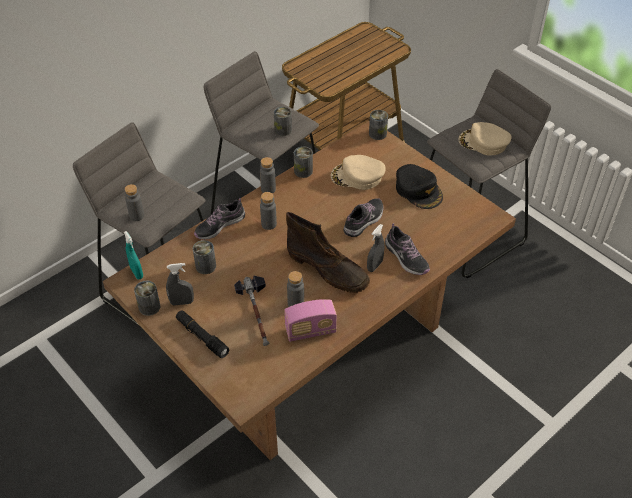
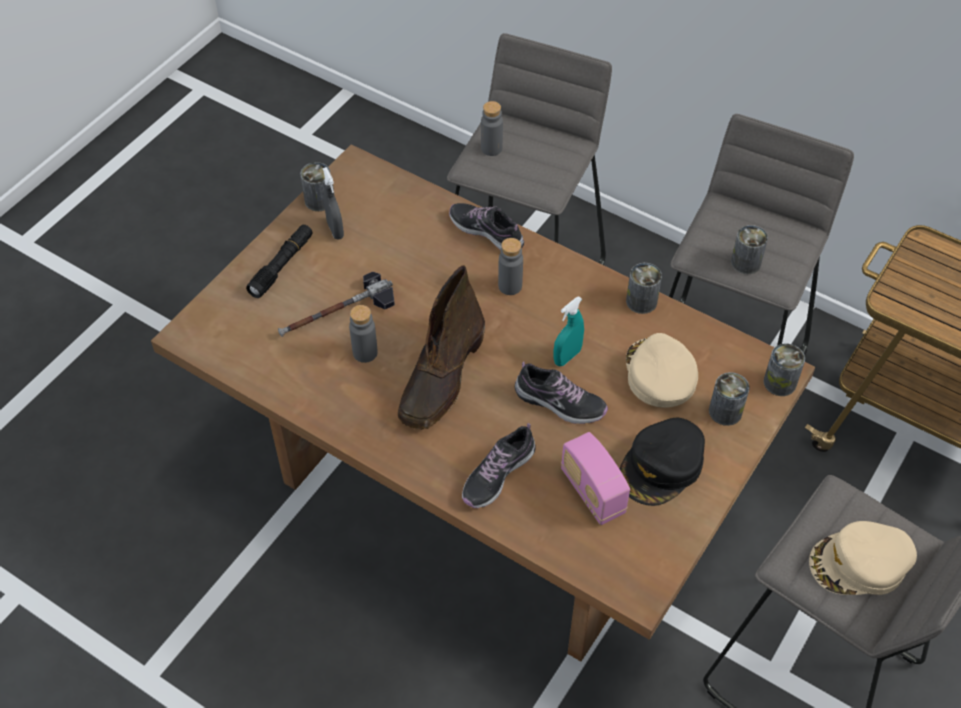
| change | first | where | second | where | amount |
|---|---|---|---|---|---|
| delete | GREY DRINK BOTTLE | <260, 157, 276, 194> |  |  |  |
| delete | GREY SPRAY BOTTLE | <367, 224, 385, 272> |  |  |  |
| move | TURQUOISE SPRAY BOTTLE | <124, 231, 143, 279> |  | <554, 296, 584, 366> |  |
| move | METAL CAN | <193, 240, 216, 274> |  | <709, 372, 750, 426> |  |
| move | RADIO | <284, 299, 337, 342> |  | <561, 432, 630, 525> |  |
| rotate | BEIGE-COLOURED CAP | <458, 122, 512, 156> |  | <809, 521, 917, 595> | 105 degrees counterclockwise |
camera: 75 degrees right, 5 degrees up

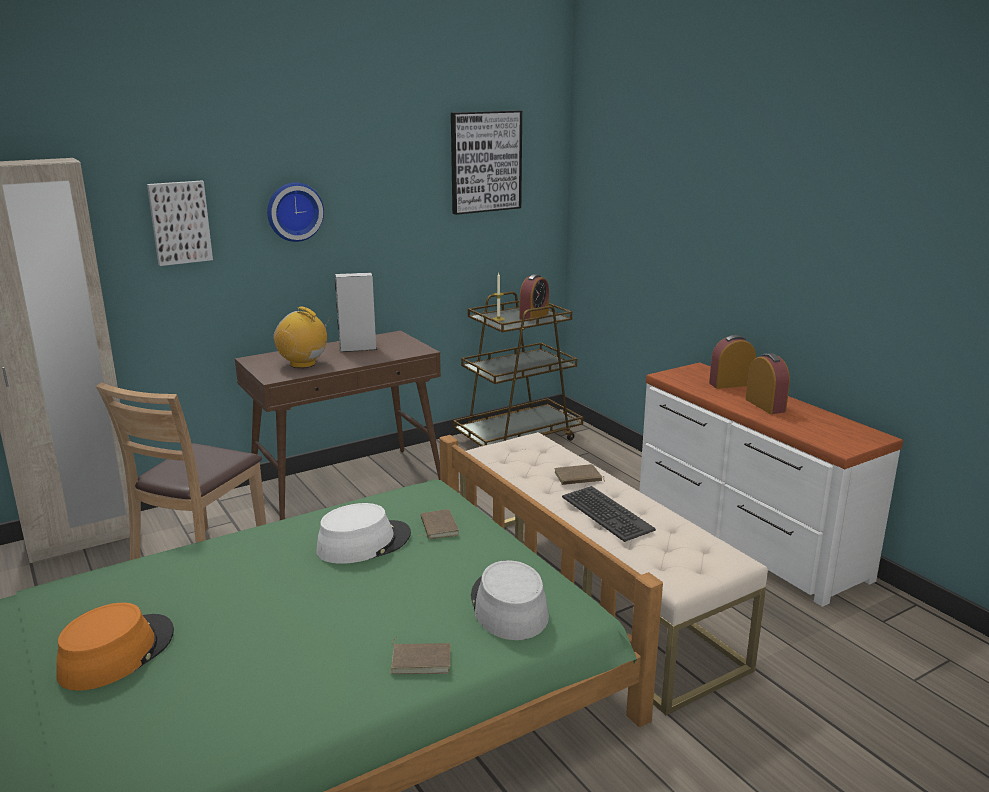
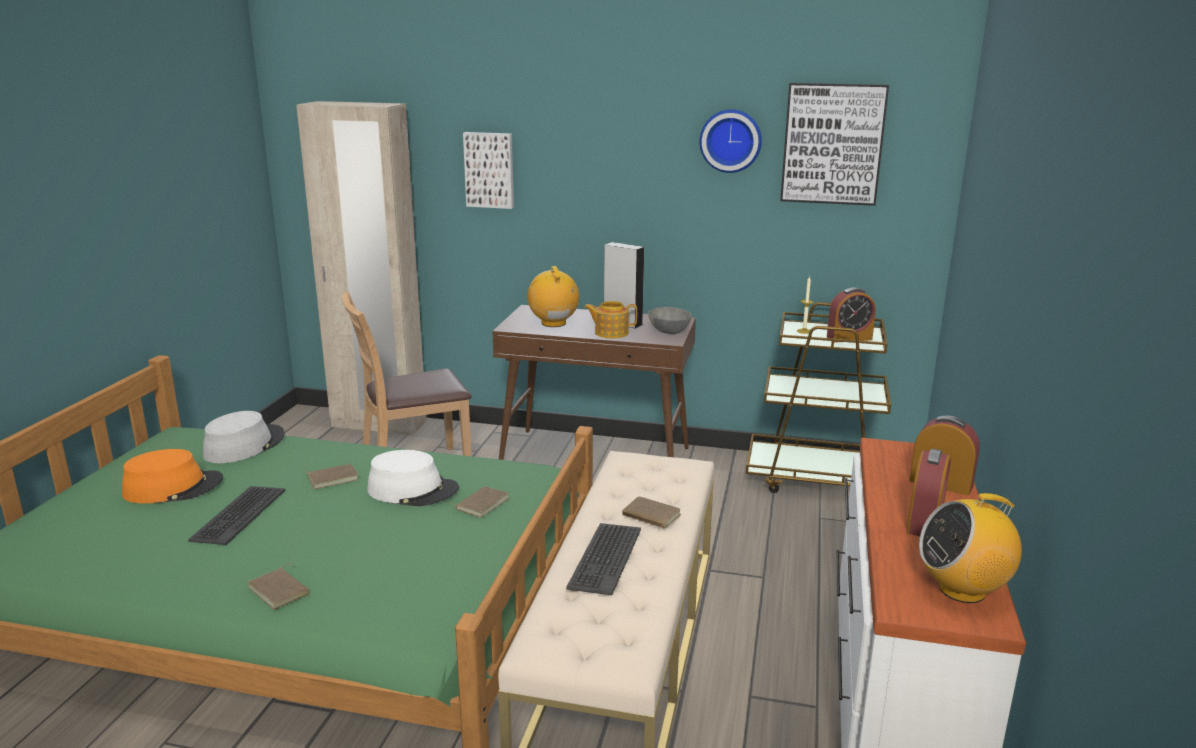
| change | first | where | second | where | amount |
|---|---|---|---|---|---|
| insert |  |  | COMPUTER KEYBOARD | <188, 486, 285, 545> |  |
| insert |  |  | BROWN VOLUME | <305, 464, 358, 489> |  |
| insert |  |  | POT FOR TEA | <584, 301, 637, 338> |  |
| insert |  |  | GREY DEEP DISH | <648, 307, 692, 334> |  |
| insert |  |  | RADIO | <919, 493, 1022, 603> |  |
| move | HANGING CLOCK | <267, 182, 324, 242> |  | <700, 109, 762, 173> |  |
| move | GREY WEARABLE HAT | <471, 560, 549, 640> |  | <203, 411, 285, 463> |  |
camera: 45 degrees right, 0 degrees up

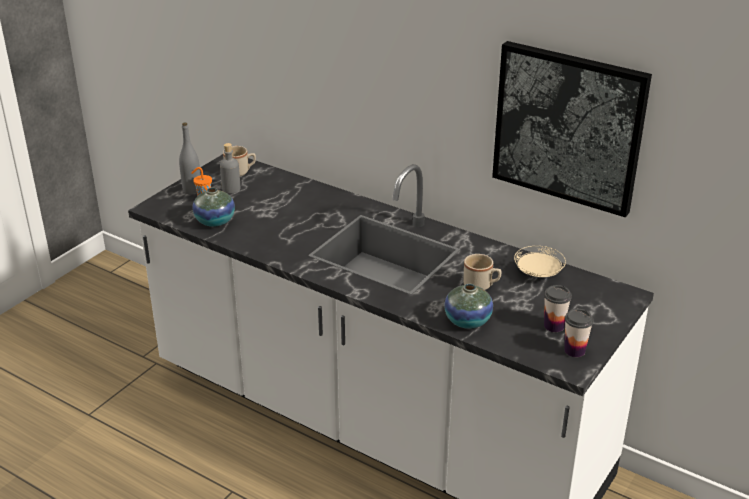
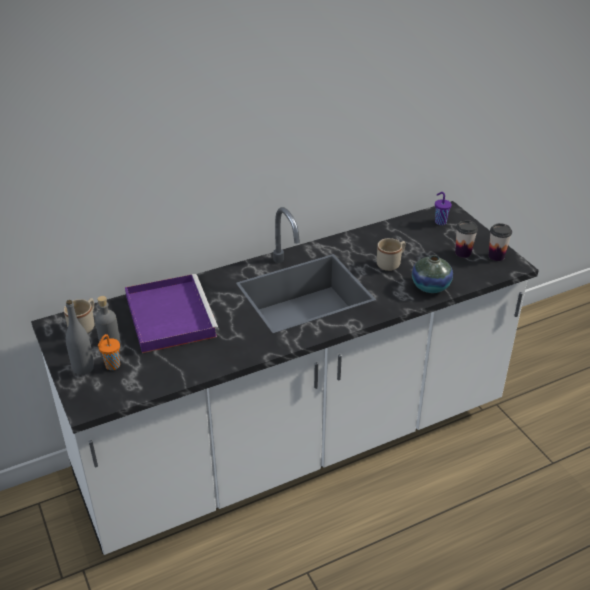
| change | first | where | second | where | amount |
|---|---|---|---|---|---|
| delete | FLOWER VASE | <193, 188, 235, 227> |  |  |  |
| delete | PICTURE | <492, 41, 652, 217> |  |  |  |
| delete | BEIGE-COLOURED FLAT DISH | <514, 246, 566, 277> |  |  |  |
| insert |  |  | PURPLE-COLOURED TRAY | <125, 274, 219, 353> |  |
| insert |  |  | PURPLE-COLOURED CUP | <435, 192, 452, 225> |  |
camera: 60 degrees left, 5 degrees up

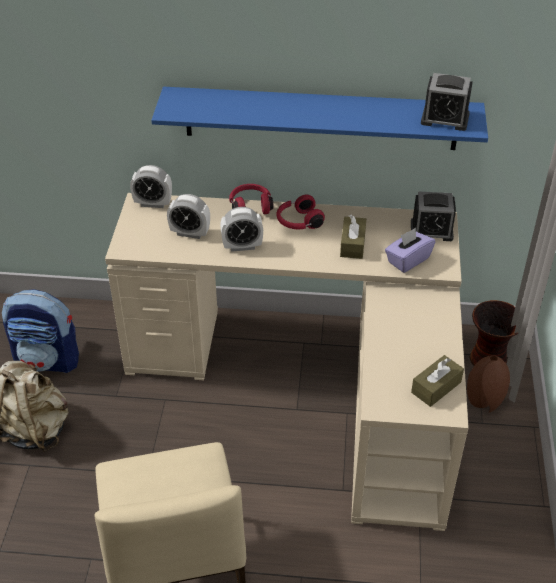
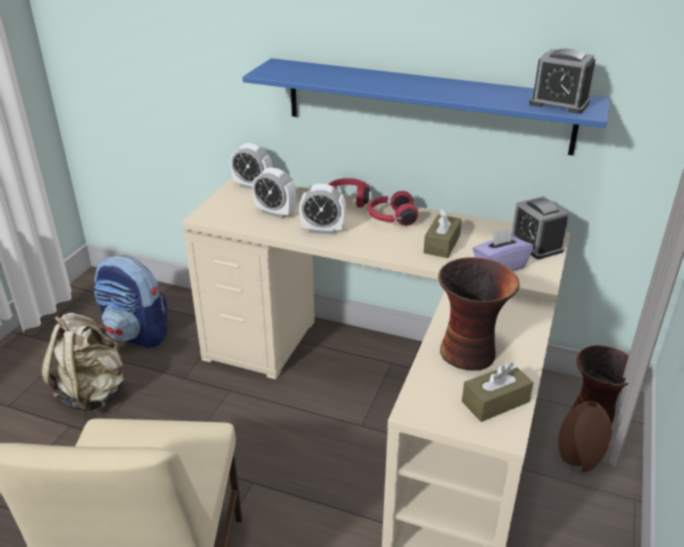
| change | first | where | second | where | amount |
|---|---|---|---|---|---|
| insert |  |  | FLOWER VASE | <438, 257, 520, 371> |  |
| rotate | BEDSIDE CLOCK | <411, 191, 456, 241> |  | <511, 196, 569, 259> | 45 degrees clockwise |
camera: 15 degrees right, 10 degrees down

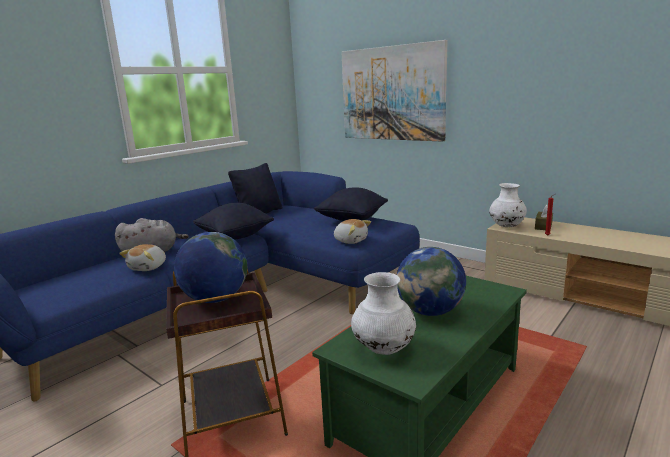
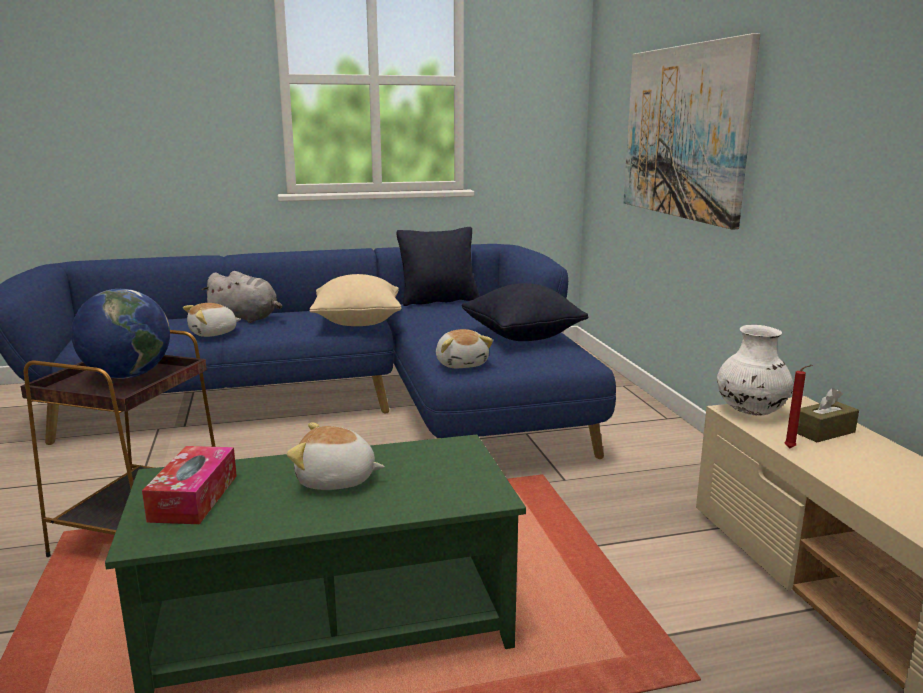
| change | first | where | second | where | amount |
|---|---|---|---|---|---|
| replace | WHITISH FLOWER VASE | <351, 272, 416, 355> | TISSUE HOLDER | <142, 446, 237, 524> |  |
| replace | GLOBE | <397, 247, 466, 316> | PLUSH TOY | <287, 422, 385, 490> |  |
| recolor | BLACK-COLOURED THROW PILLOW | <193, 203, 274, 240> | BEIGE-COLOURED THROW PILLOW | <309, 274, 402, 326> |  |
camera: 35 degrees right, 0 degrees up

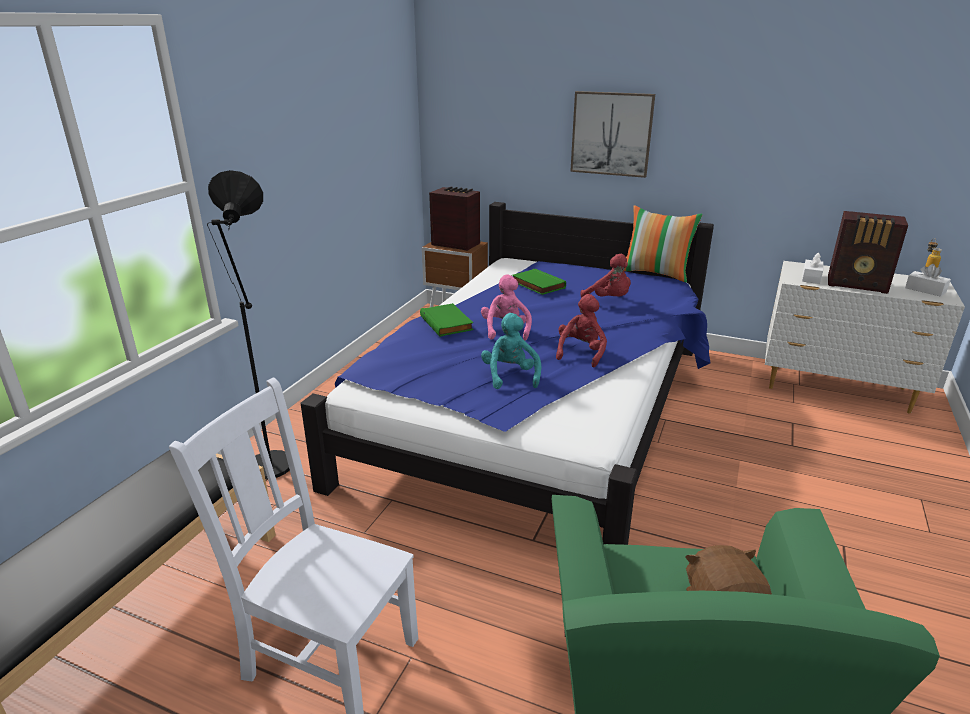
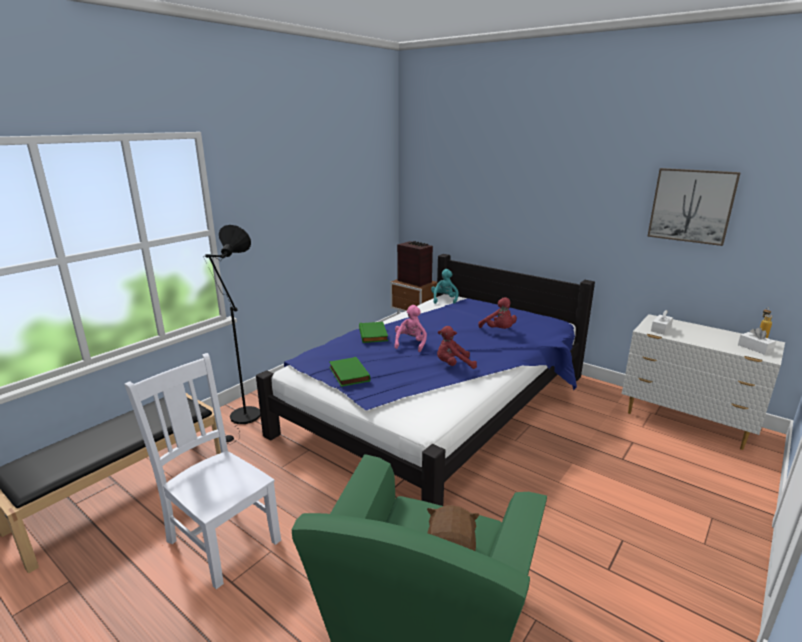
| change | first | where | second | where | amount |
|---|---|---|---|---|---|
| delete | THROW PILLOW | <623, 205, 703, 283> |  |  |  |
| delete | RADIO | <828, 211, 908, 294> |  |  |  |
| move | TURQUOISE PLUSH TOY | <481, 313, 541, 389> |  | <431, 269, 459, 304> |  |
| move | GREEN VOLUME | <512, 269, 566, 295> |  | <329, 357, 371, 387> |  |
| move | PICTURE | <570, 91, 655, 178> |  | <647, 168, 741, 246> |  |
| rotate | RED PLUSH TOY | <556, 294, 607, 367> |  | <437, 326, 477, 369> | 135 degrees counterclockwise |
camera: 15 degrees right, 5 degrees down

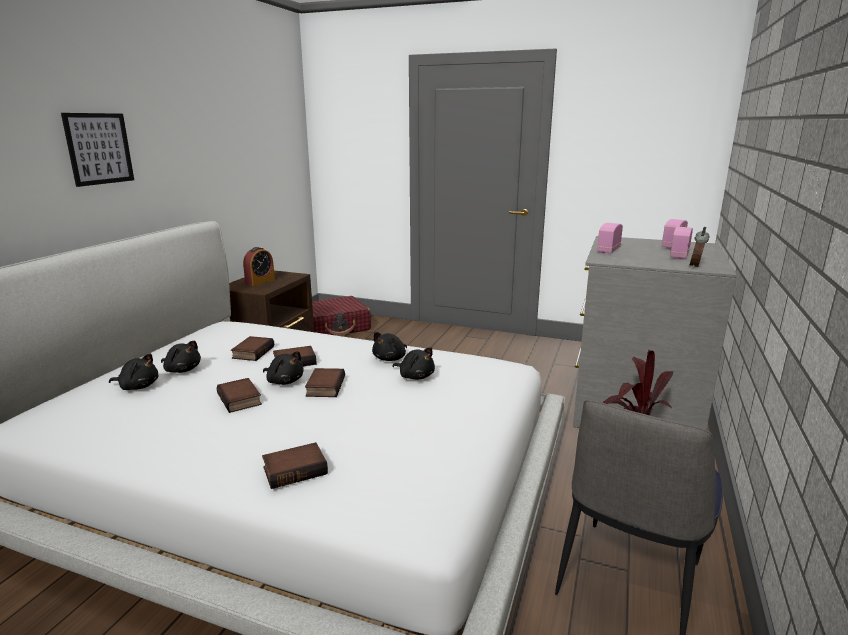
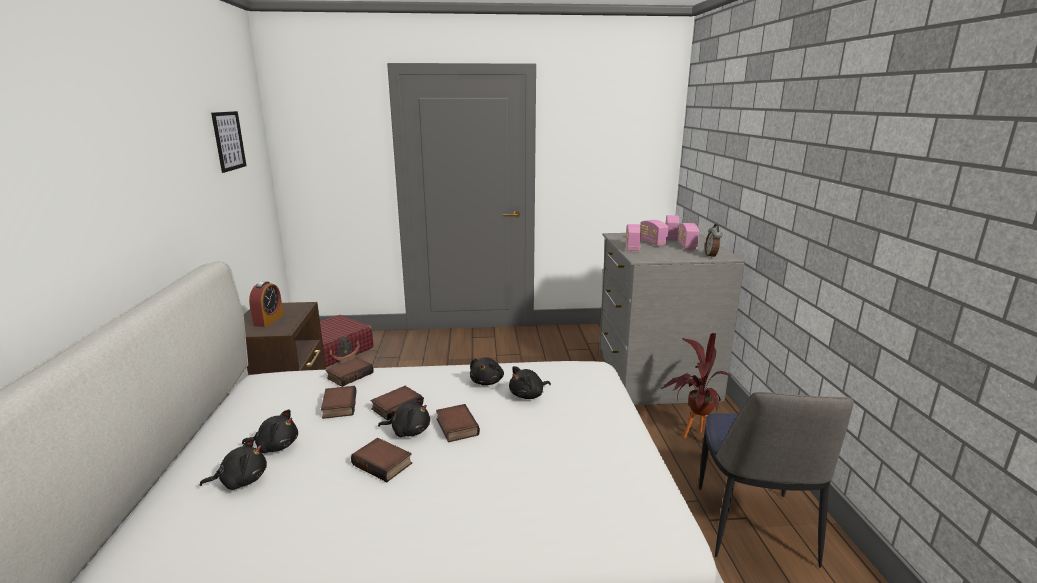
| change | first | where | second | where | amount |
|---|---|---|---|---|---|
| insert |  |  | RADIO | <640, 220, 668, 246> |  |
| move | PICTURE | <61, 113, 134, 187> |  | <211, 111, 247, 173> |  |
| move | VOLUME | <262, 442, 328, 489> |  | <326, 357, 374, 387> |  |
| rotate | BLACK-COLOURED PLUSH TOY | <392, 347, 435, 380> |  | <509, 366, 551, 399> | 135 degrees clockwise |
camera: 25 degrees left, 0 degrees up

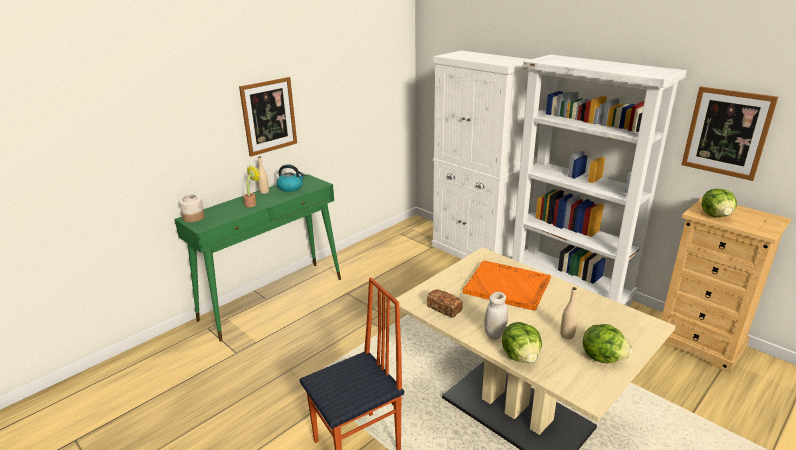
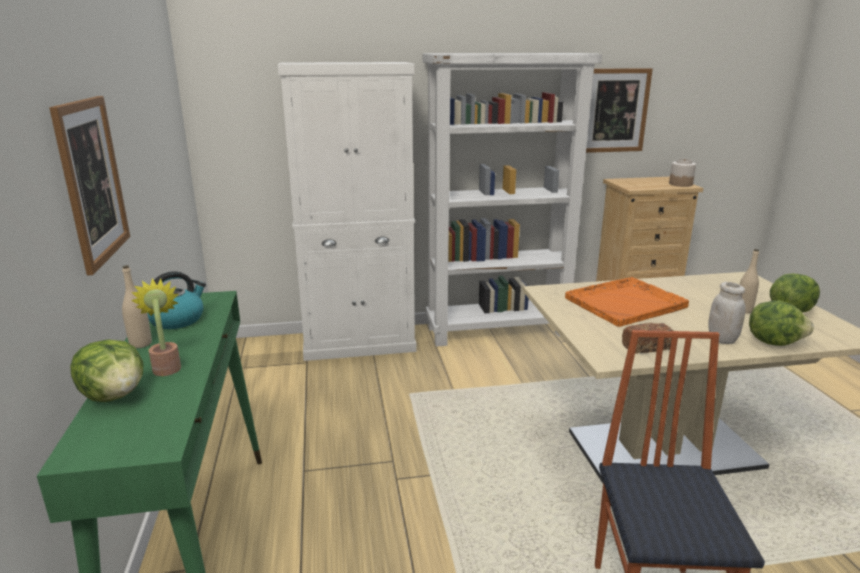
| change | first | where | second | where | amount |
|---|---|---|---|---|---|
| move | JAR | <179, 194, 205, 222> |  | <669, 159, 696, 187> |  |
| move | LETTUCE | <702, 189, 737, 217> |  | <70, 340, 143, 402> |  |
camera: 55 degrees left, 5 degrees down

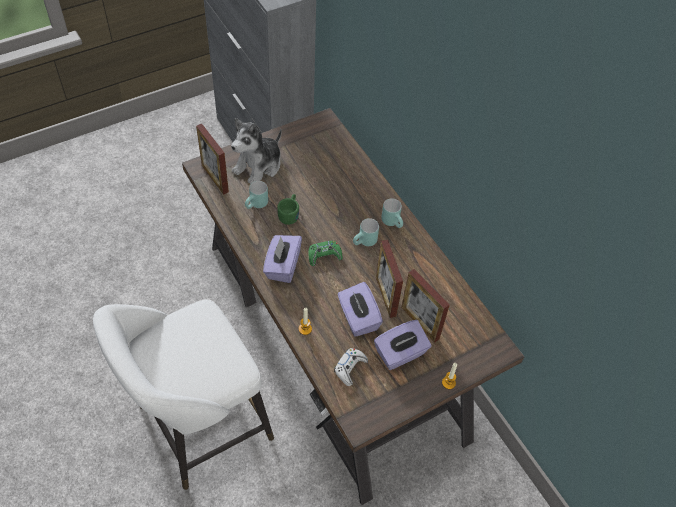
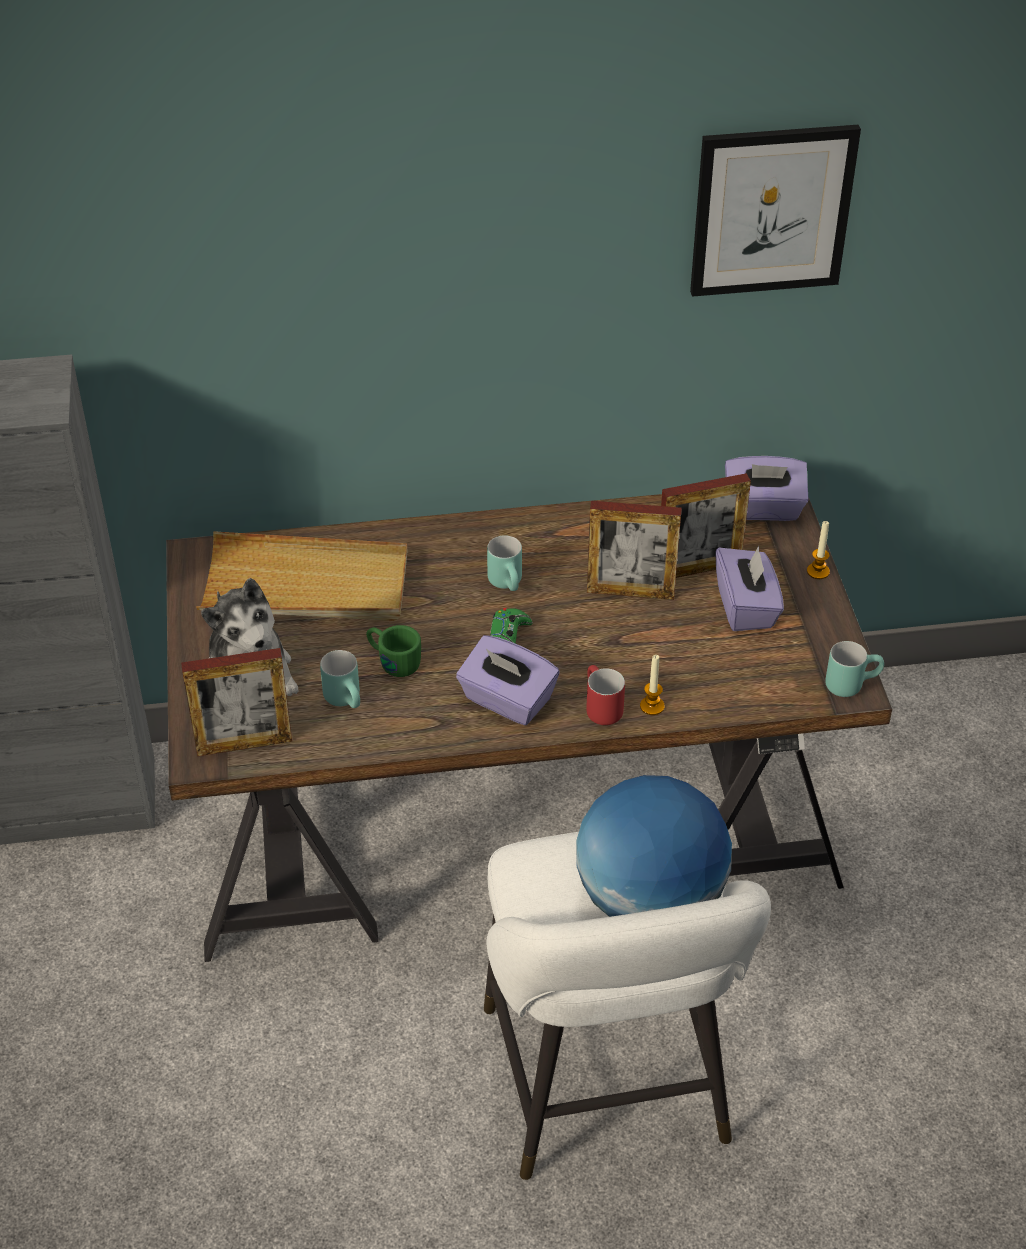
| change | first | where | second | where | amount |
|---|---|---|---|---|---|
| delete | WHITISH GAME CONTROLLER | <334, 348, 368, 386> |  |  |  |
| insert |  |  | BEIGE-COLOURED TRAY | <196, 531, 407, 621> |  |
| insert |  |  | GLOBE | <576, 775, 732, 917> |  |
| insert |  |  | RED MUG | <586, 665, 625, 725> |  |
| insert |  |  | PICTURE | <690, 125, 861, 297> |  |
| move | PURPLE-COLOURED TISSUE HOLDER | <338, 282, 383, 337> |  | <725, 456, 809, 521> |  |
| move | TURQUOISE MUG | <381, 198, 403, 228> |  | <825, 641, 884, 697> |  |
camera: 65 degrees left, 10 degrees down

